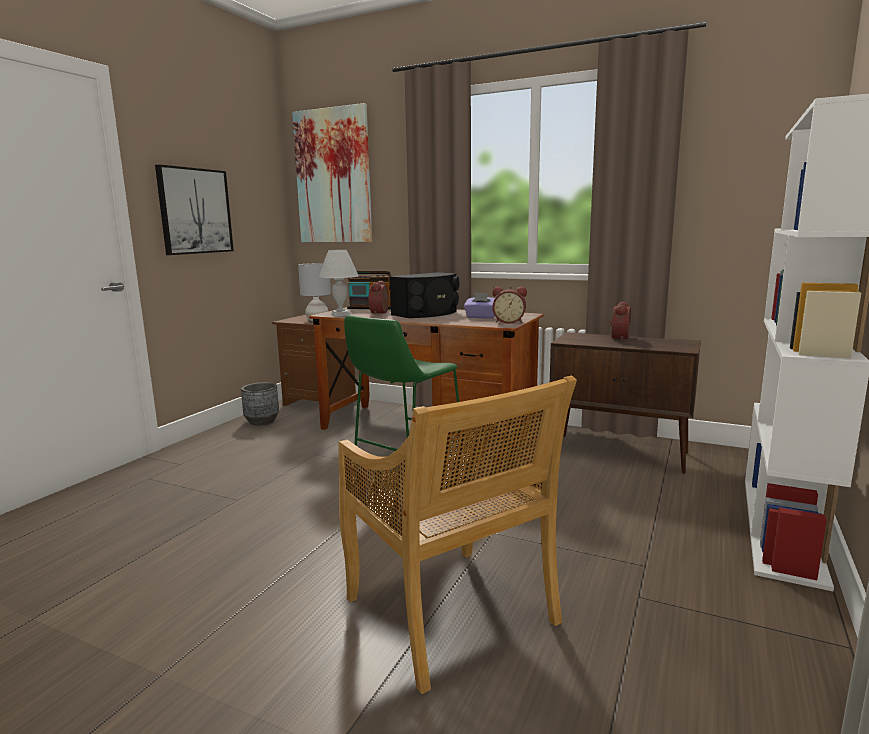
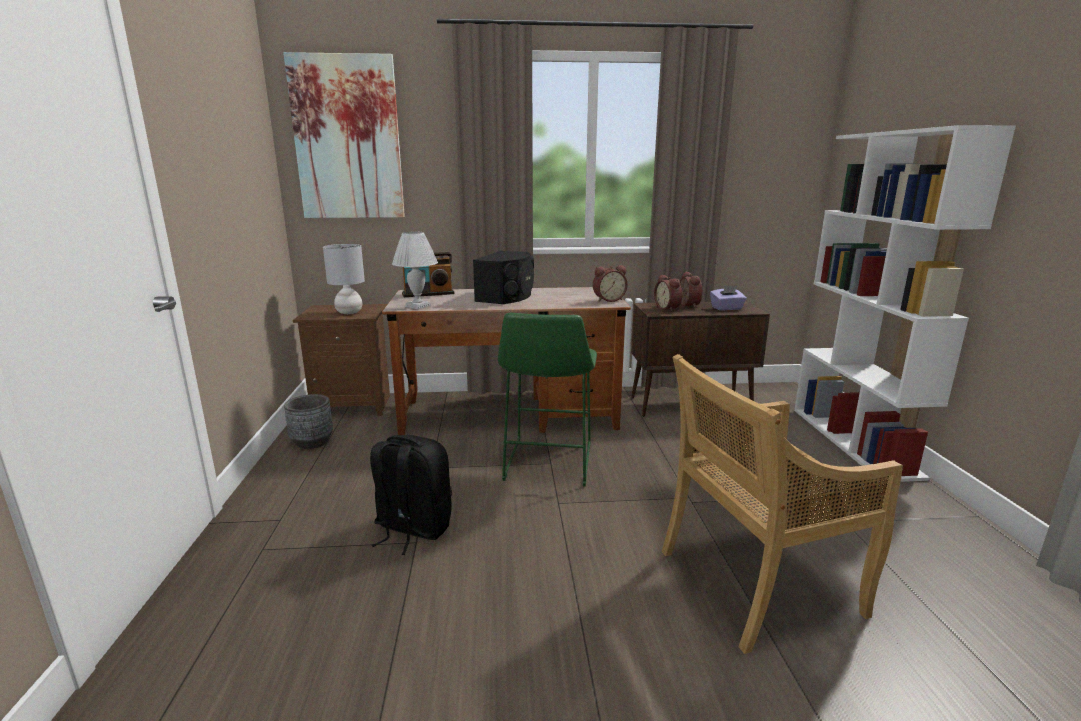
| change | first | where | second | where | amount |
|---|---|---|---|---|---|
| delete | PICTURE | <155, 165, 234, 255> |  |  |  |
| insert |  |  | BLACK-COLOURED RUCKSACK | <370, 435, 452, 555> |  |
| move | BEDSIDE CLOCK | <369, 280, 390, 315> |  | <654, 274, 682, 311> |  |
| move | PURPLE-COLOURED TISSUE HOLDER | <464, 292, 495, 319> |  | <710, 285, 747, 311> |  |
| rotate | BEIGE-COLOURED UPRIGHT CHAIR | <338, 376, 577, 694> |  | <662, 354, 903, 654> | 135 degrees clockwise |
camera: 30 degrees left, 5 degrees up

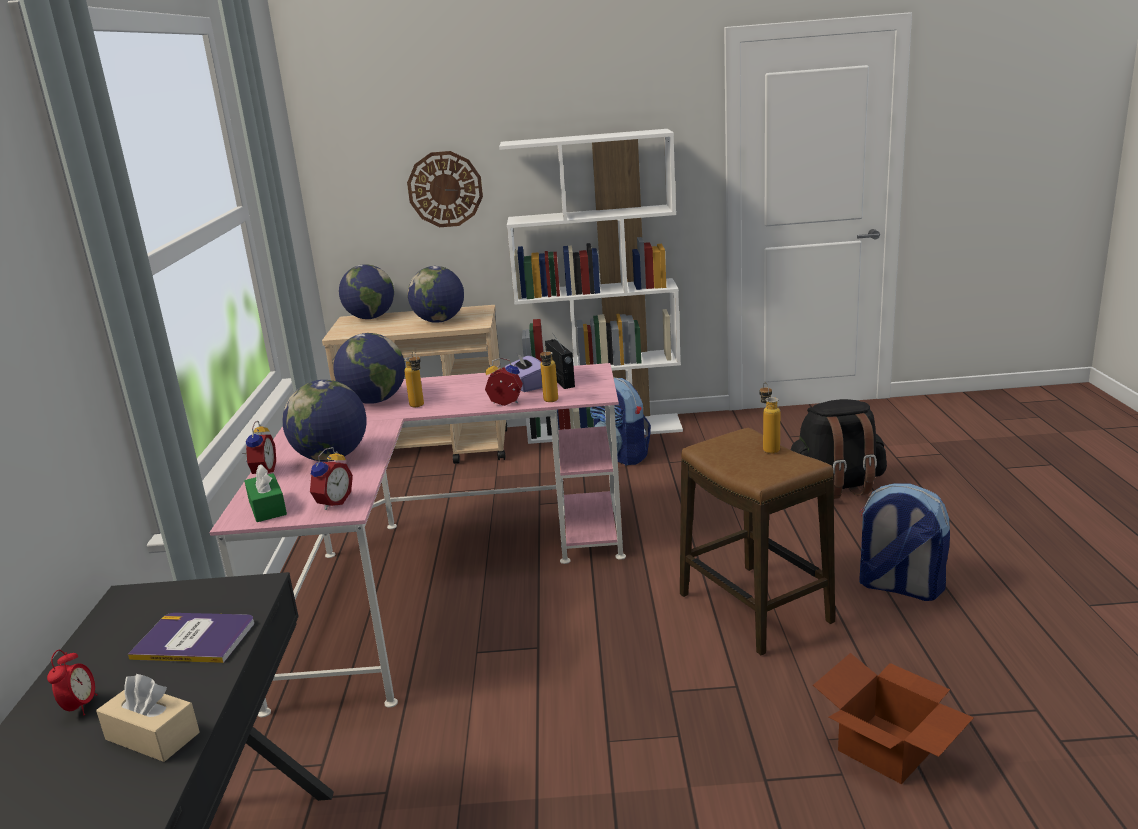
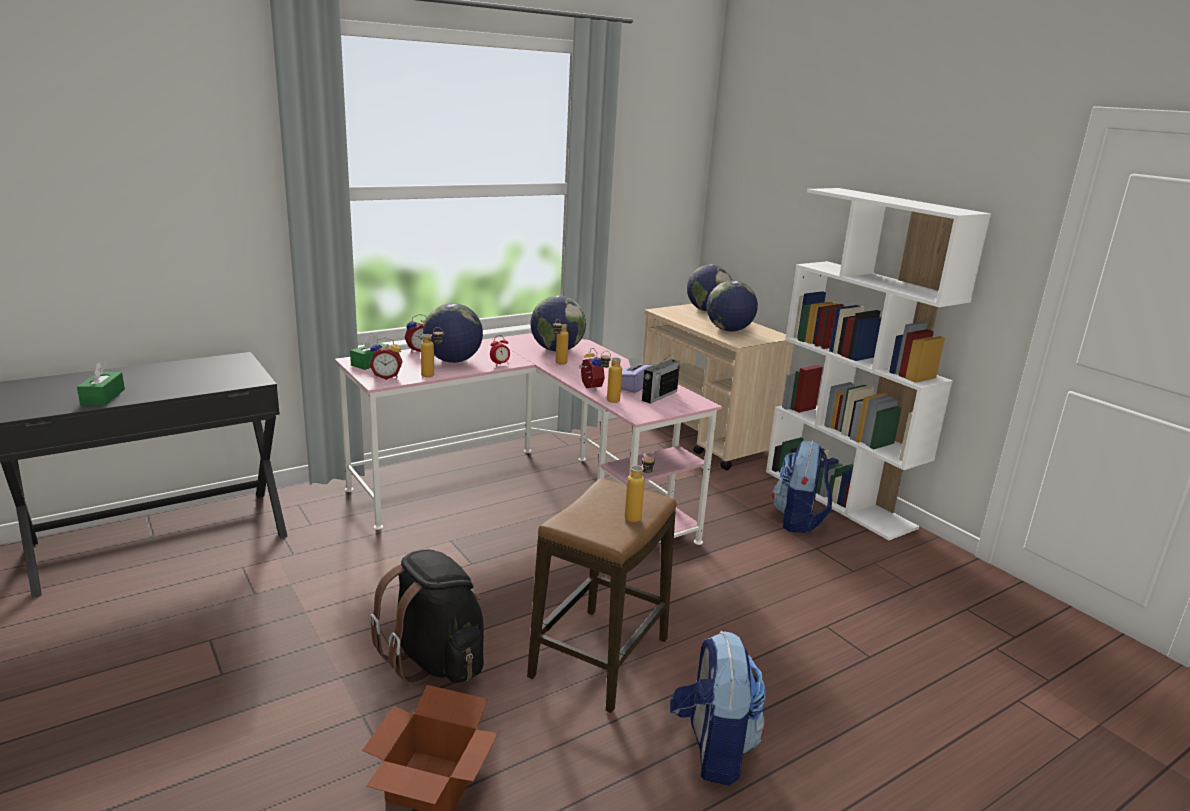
| change | first | where | second | where | amount |
|---|---|---|---|---|---|
| delete | VOLUME | <128, 613, 254, 663> |  |  |  |
| delete | HANGING CLOCK | <407, 151, 483, 227> |  |  |  |
| insert |  |  | DRINK BOTTLE | <421, 327, 444, 377> |  |
| move | BEDSIDE CLOCK | <47, 650, 98, 716> |  | <490, 335, 510, 367> |  |
| move | BLACK-COLOURED RUCKSACK | <790, 399, 887, 499> |  | <369, 549, 484, 684> |  |
| recolor | BEIGE-COLOURED TISSUE HOLDER | <96, 674, 200, 762> | GREEN TISSUE HOLDER | <77, 361, 125, 405> |  |
camera: 55 degrees right, 0 degrees up

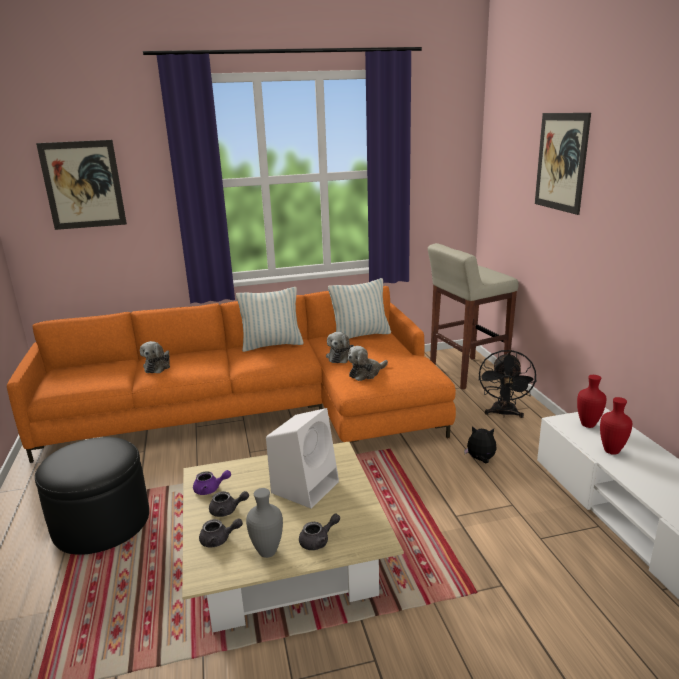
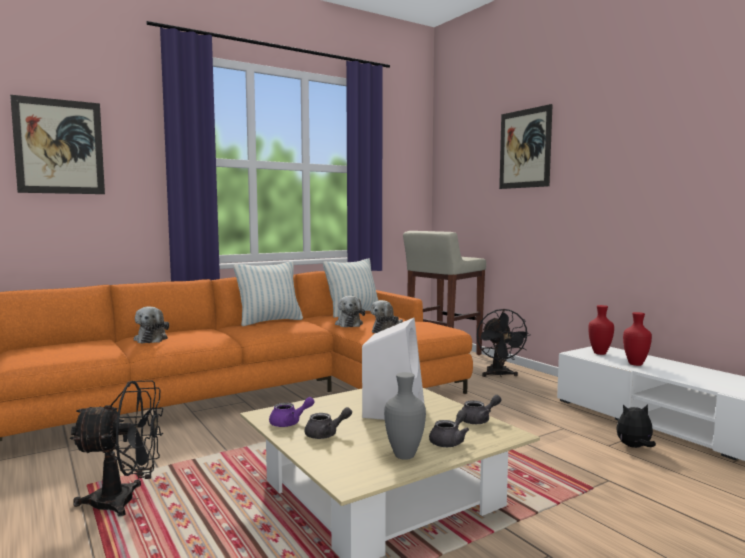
| change | first | where | second | where | amount |
|---|---|---|---|---|---|
| move | GREY POT FOR TEA | <199, 518, 243, 547> |  | <461, 395, 501, 424> |  |
| move | PLUSH TOY | <464, 426, 497, 463> |  | <616, 404, 656, 448> |  |
| replace | BLACK-COLOURED FOOTREST | <35, 437, 149, 555> | BLACK-COLOURED ELECTRIC FAN | <70, 380, 163, 517> |  |
camera: 20 degrees left, 15 degrees down

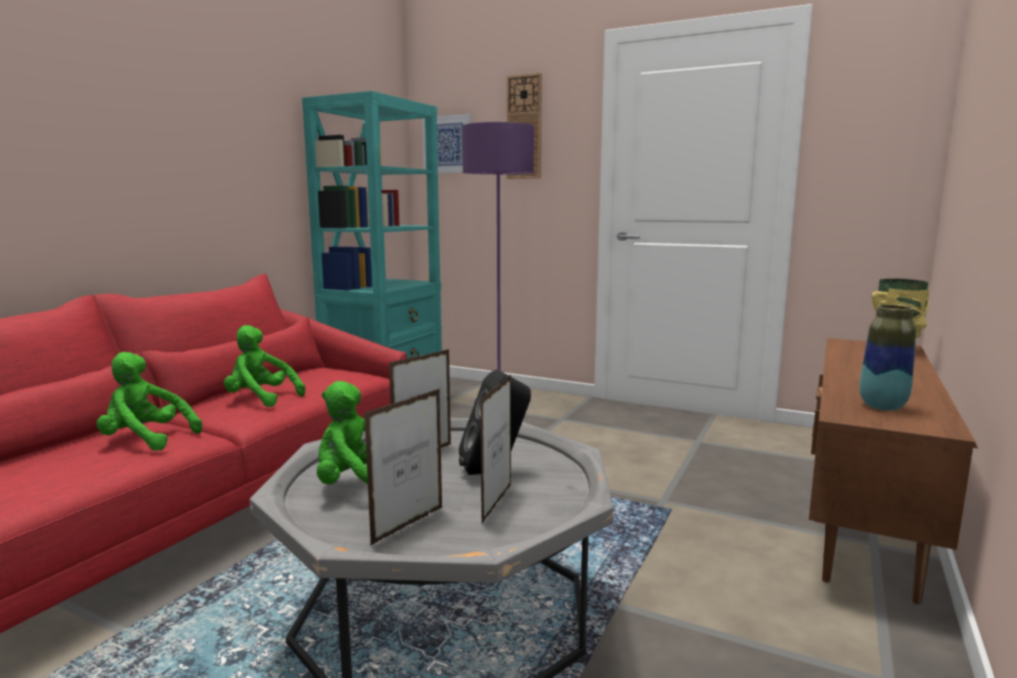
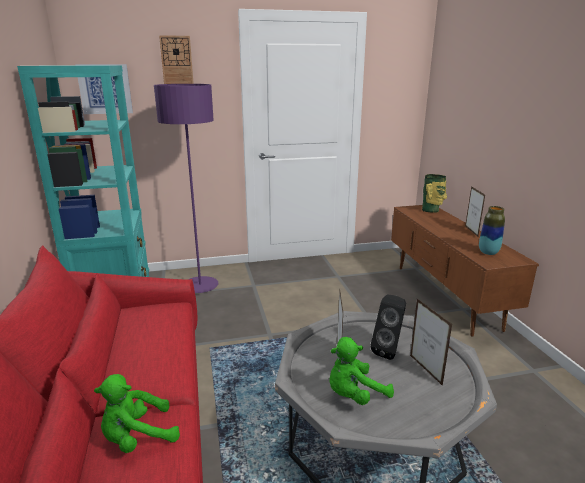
| change | first | where | second | where | amount |
|---|---|---|---|---|---|
| delete | GREEN PLUSH TOY | <224, 325, 305, 407> |  |  |  |
| move | PICTURE FRAME | <364, 388, 443, 545> |  | <465, 186, 485, 237> |  |
camera: 40 degrees left, 10 degrees up

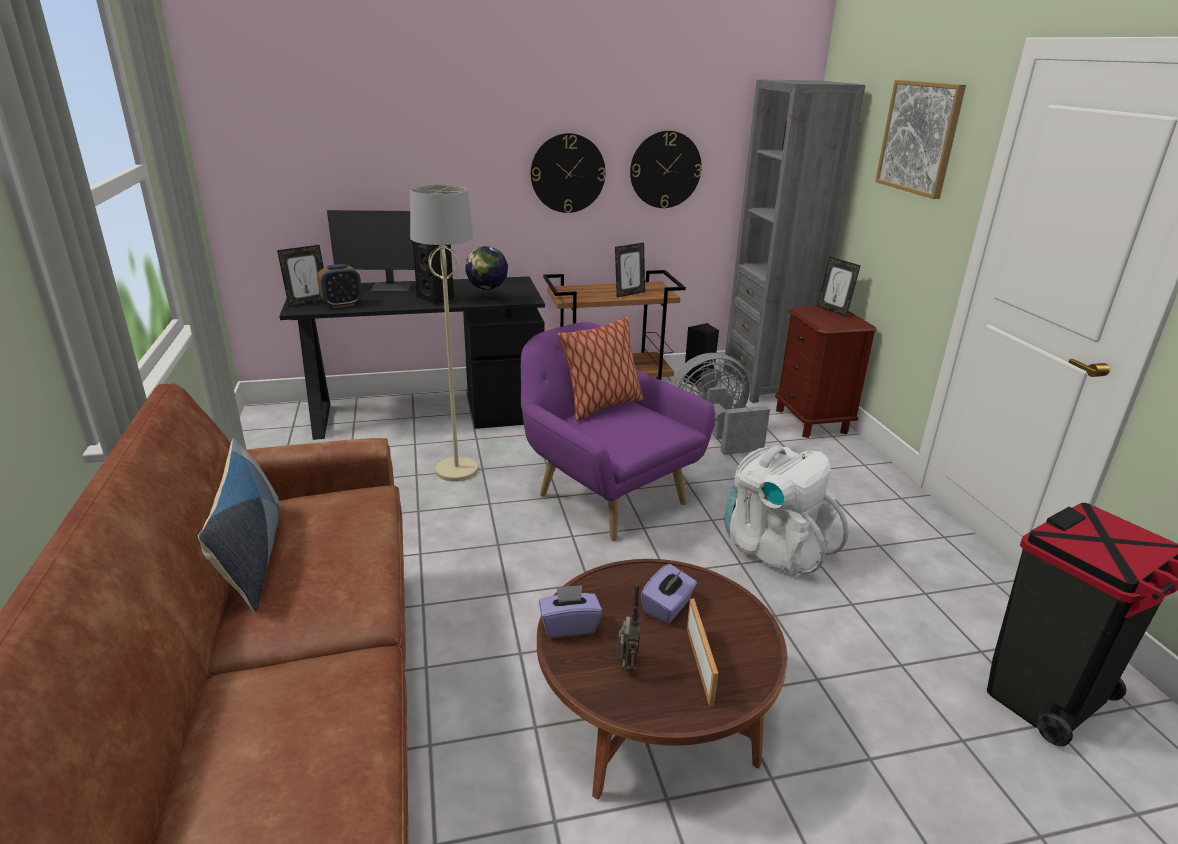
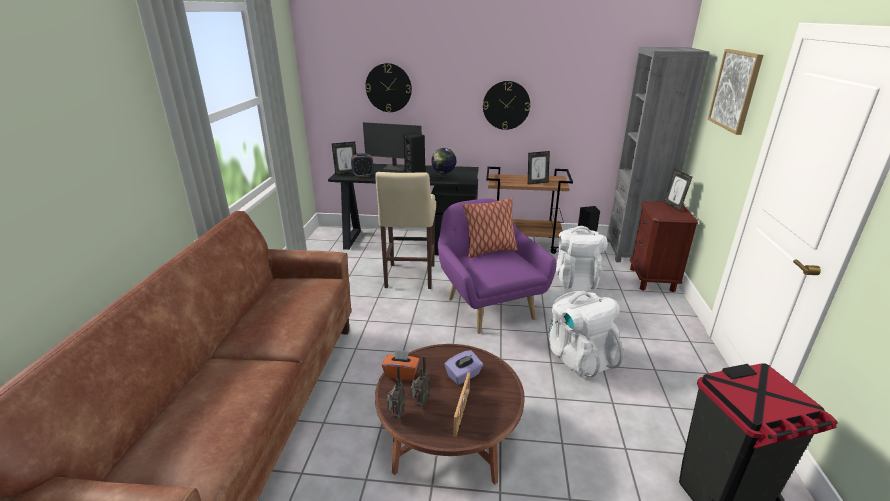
| change | first | where | second | where | amount |
|---|---|---|---|---|---|
| delete | THROW PILLOW | <198, 438, 280, 612> |  |  |  |
| insert |  |  | RADIO | <387, 365, 405, 419> |  |
| move | HANGING CLOCK | <630, 131, 702, 208> |  | <365, 63, 412, 112> |  |
| replace | BEIGE-COLOURED STANDARD LAMP | <410, 185, 478, 482> | BEIGE-COLOURED STOOL | <375, 172, 436, 289> |  |
| replace | GREY ELECTRIC FAN | <670, 353, 770, 455> | WHITISH RUCKSACK | <556, 226, 607, 291> |  |
| recolor | PURPLE-COLOURED TISSUE HOLDER | <539, 585, 602, 638> | ORANGEY TISSUE HOLDER | <382, 350, 420, 381> |  |
camera: 20 degrees right, 0 degrees up

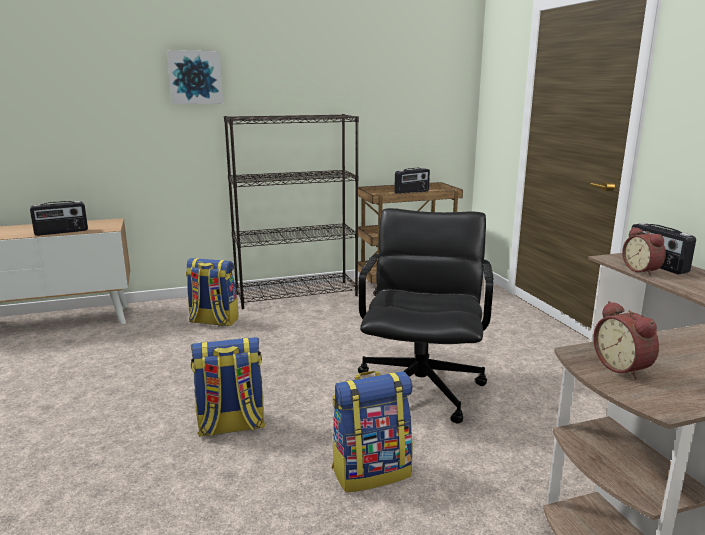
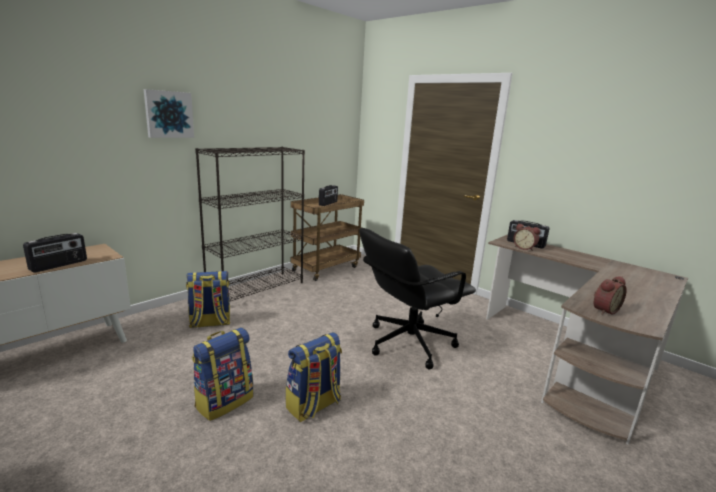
| change | first | where | second | where | amount |
|---|---|---|---|---|---|
| move | RUCKSACK | <332, 371, 413, 493> |  | <192, 328, 253, 421> |  |
| rotate | BLACK-COLOURED OFFICE CHAIR | <358, 208, 494, 424> |  | <359, 228, 476, 369> | 105 degrees counterclockwise |
| rotate | BEDSIDE CLOCK | <593, 301, 659, 379> |  | <594, 277, 627, 315> | 75 degrees counterclockwise |
camera: 30 degrees left, 0 degrees up

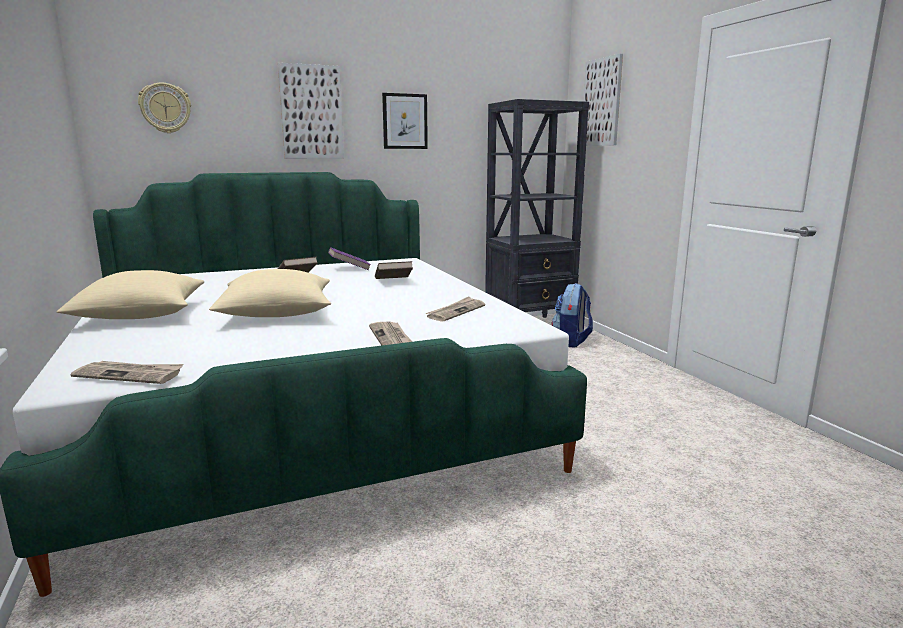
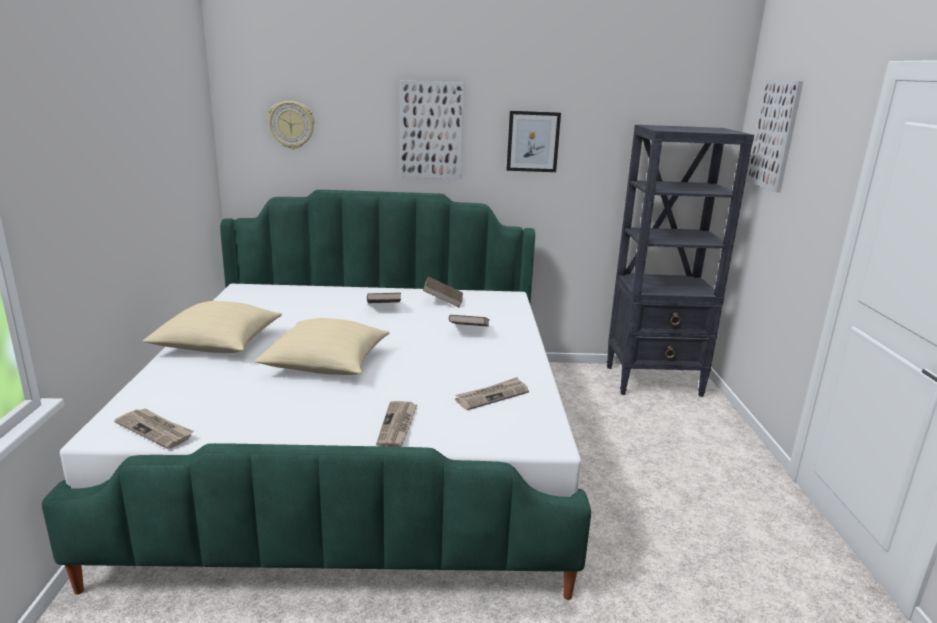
| change | first | where | second | where | amount |
|---|---|---|---|---|---|
| delete | RUCKSACK | <552, 283, 593, 348> |  |  |  |
| recolor | PURPLE-COLOURED VOLUME | <328, 247, 371, 270> | BROWN VOLUME | <423, 276, 463, 308> |  |
camera: 20 degrees right, 5 degrees up

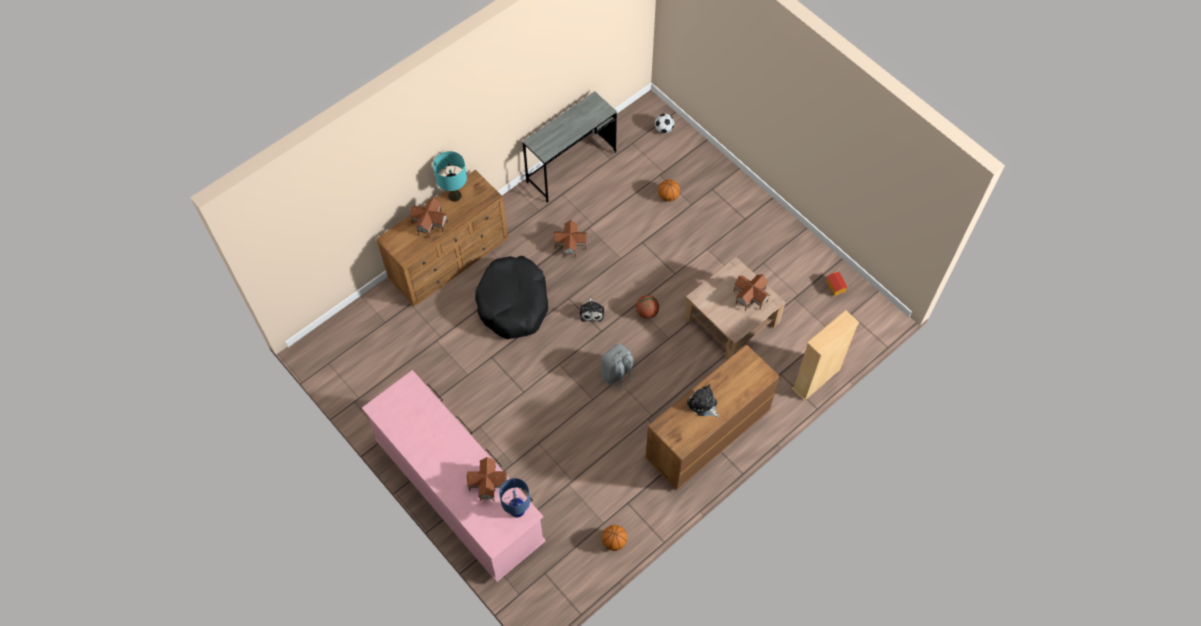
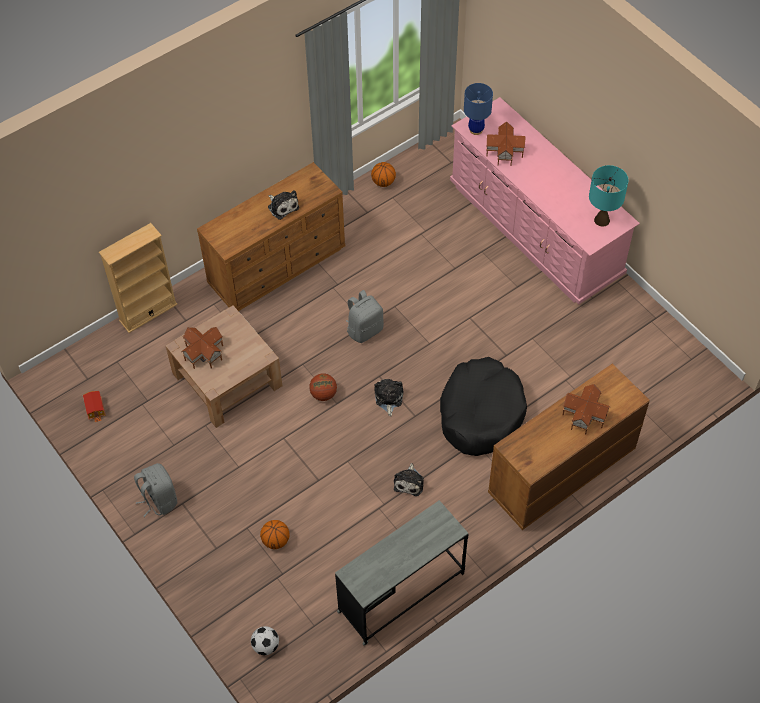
| change | first | where | second | where | amount |
|---|---|---|---|---|---|
| insert |  |  | GREY RUCKSACK | <134, 463, 177, 517> |  |
| move | TURQUOISE LAMP FOR A TABLE | <433, 151, 467, 202> |  | <589, 165, 628, 227> |  |
| replace | TOY HOUSE | <553, 220, 587, 258> | PLUSH TOY | <394, 463, 424, 496> |  |
camera: 175 degrees left, 5 degrees down

